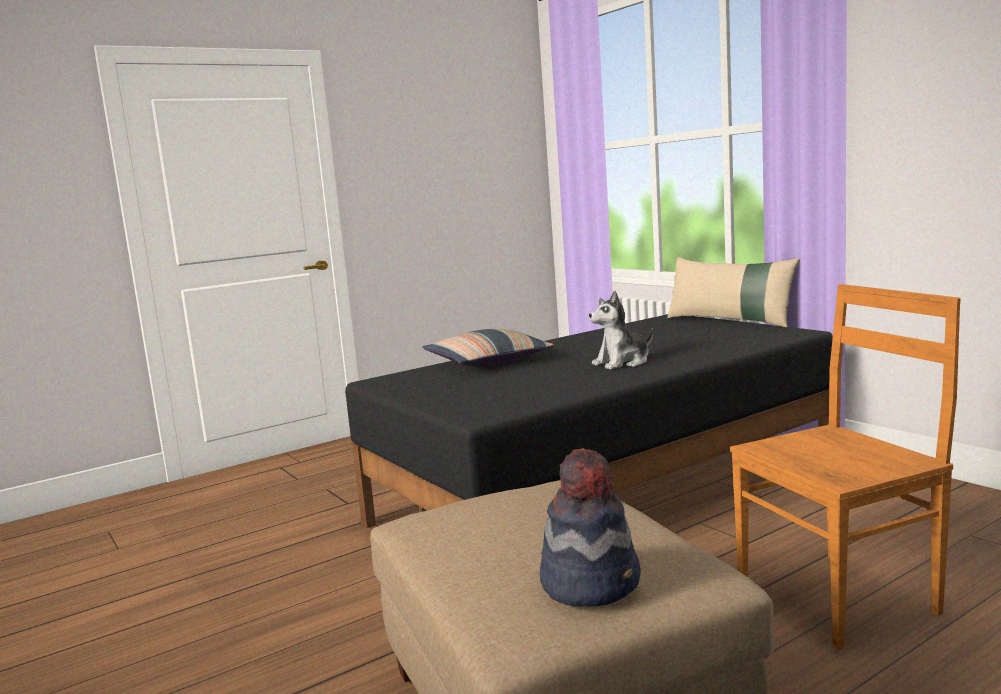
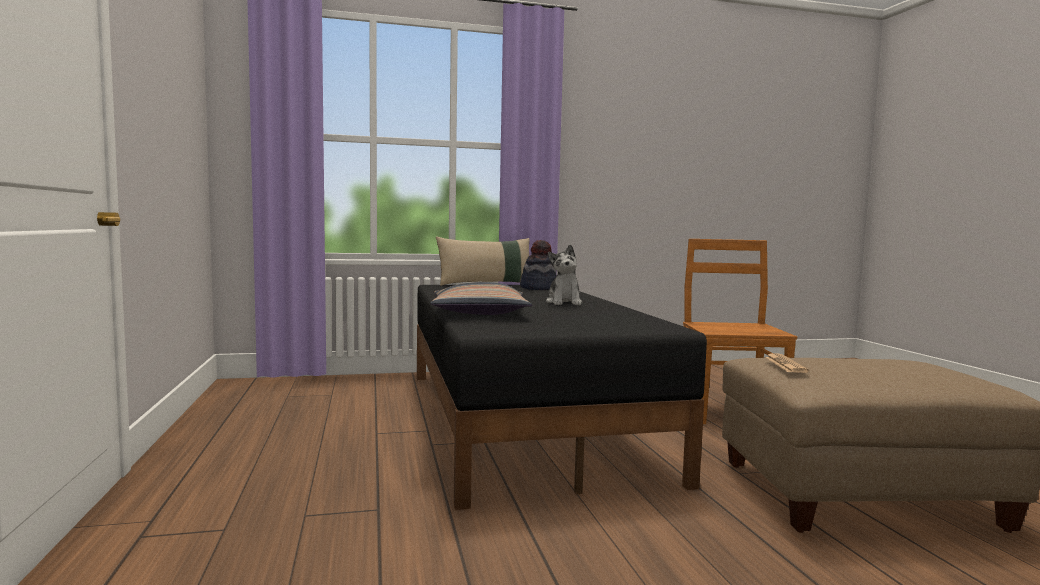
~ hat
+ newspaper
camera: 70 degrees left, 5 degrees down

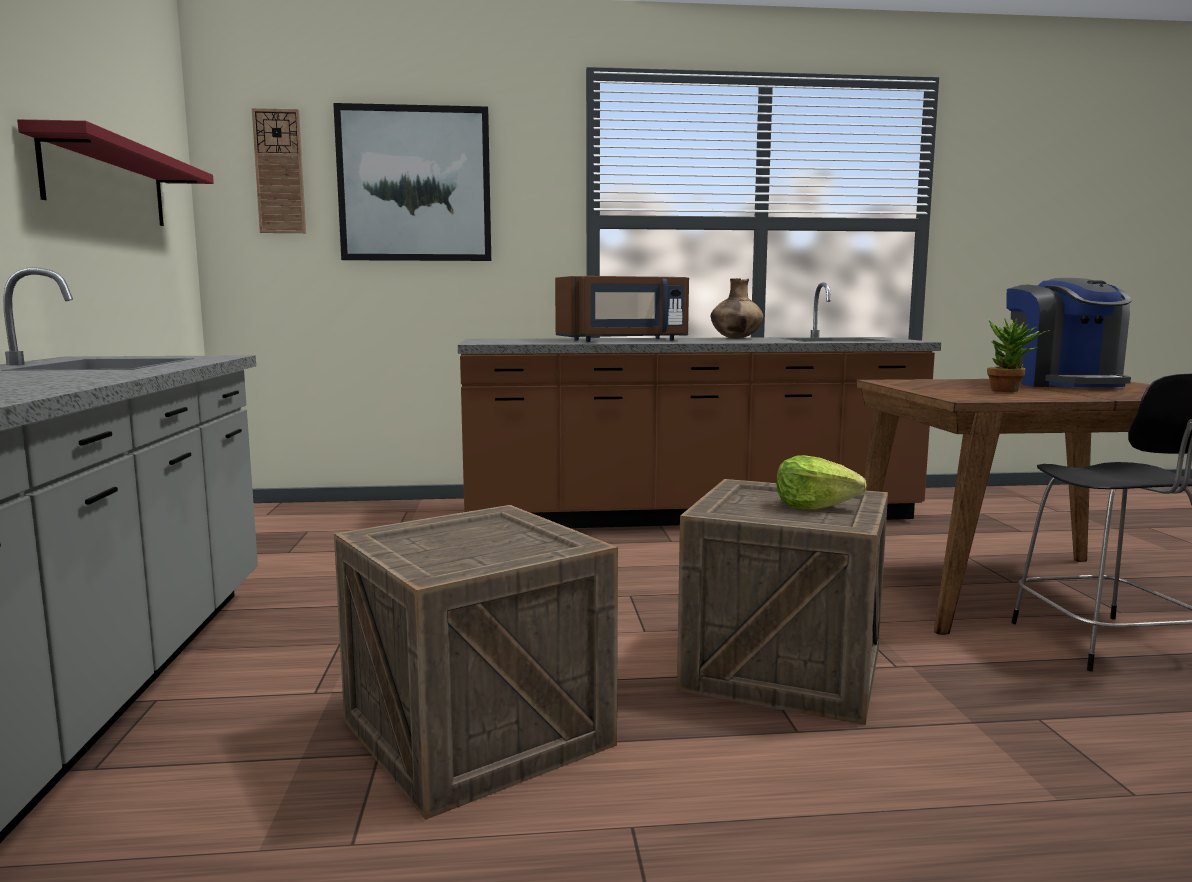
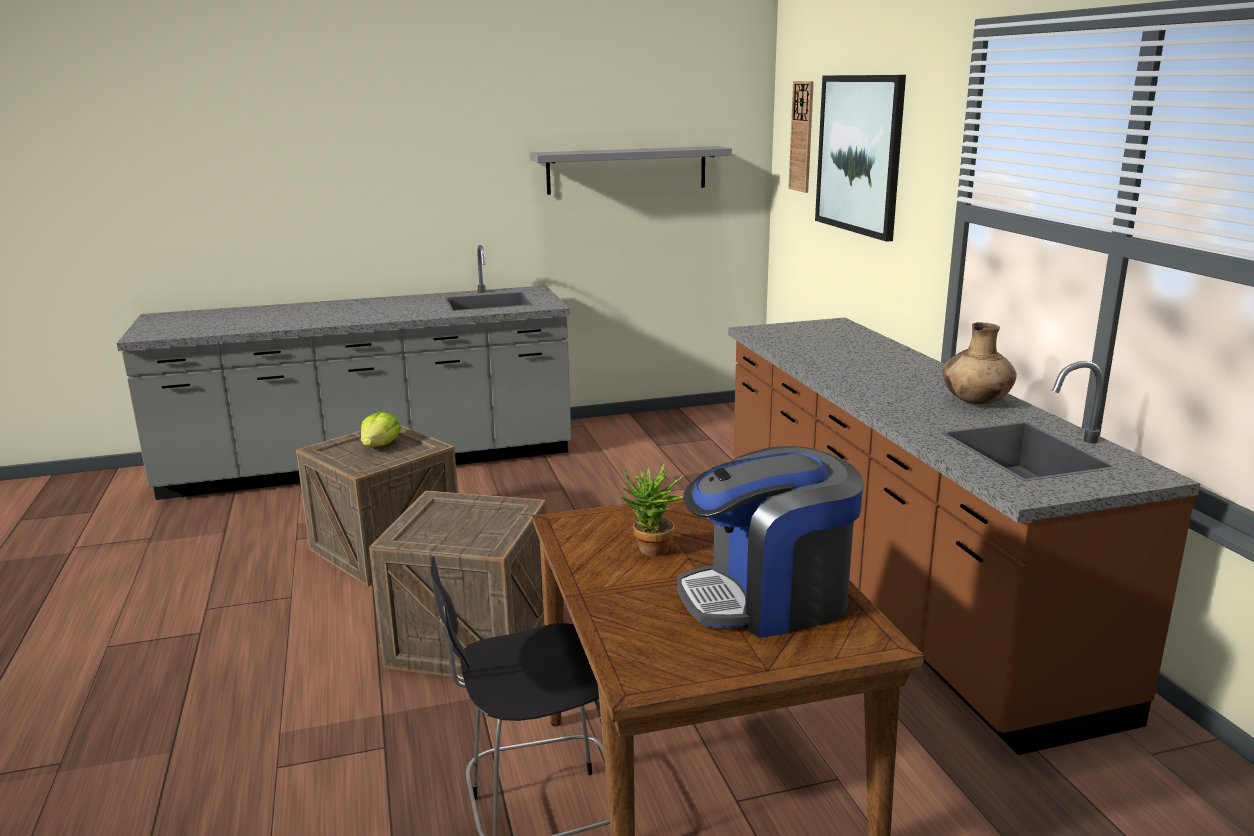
~ red-coloured_wall_shelf to greyish_wall_shelf
- brownish_microwave
~ lettuce
camera: 80 degrees right, 10 degrees up

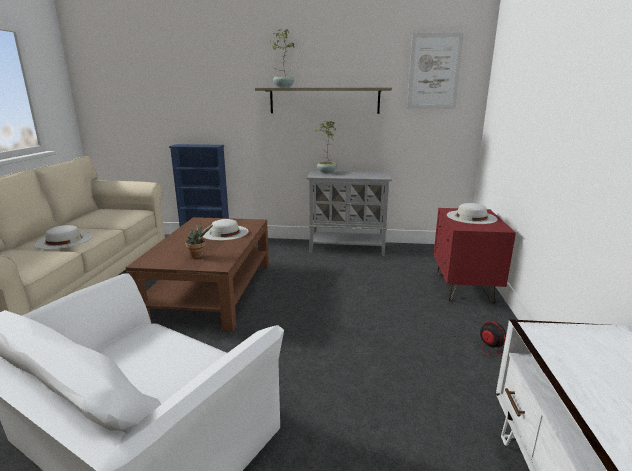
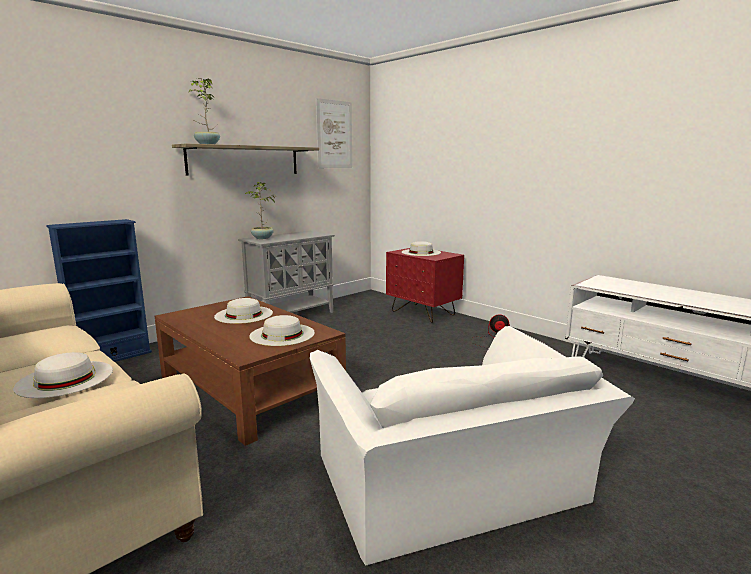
~ plant_in_a_pot (no. 1 from left) to white_hat (no. 3 from left)
camera: 50 degrees left, 5 degrees down

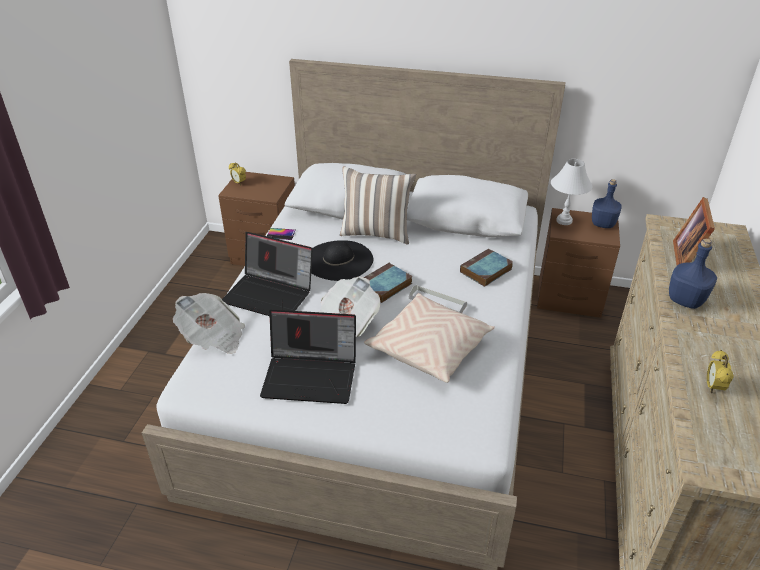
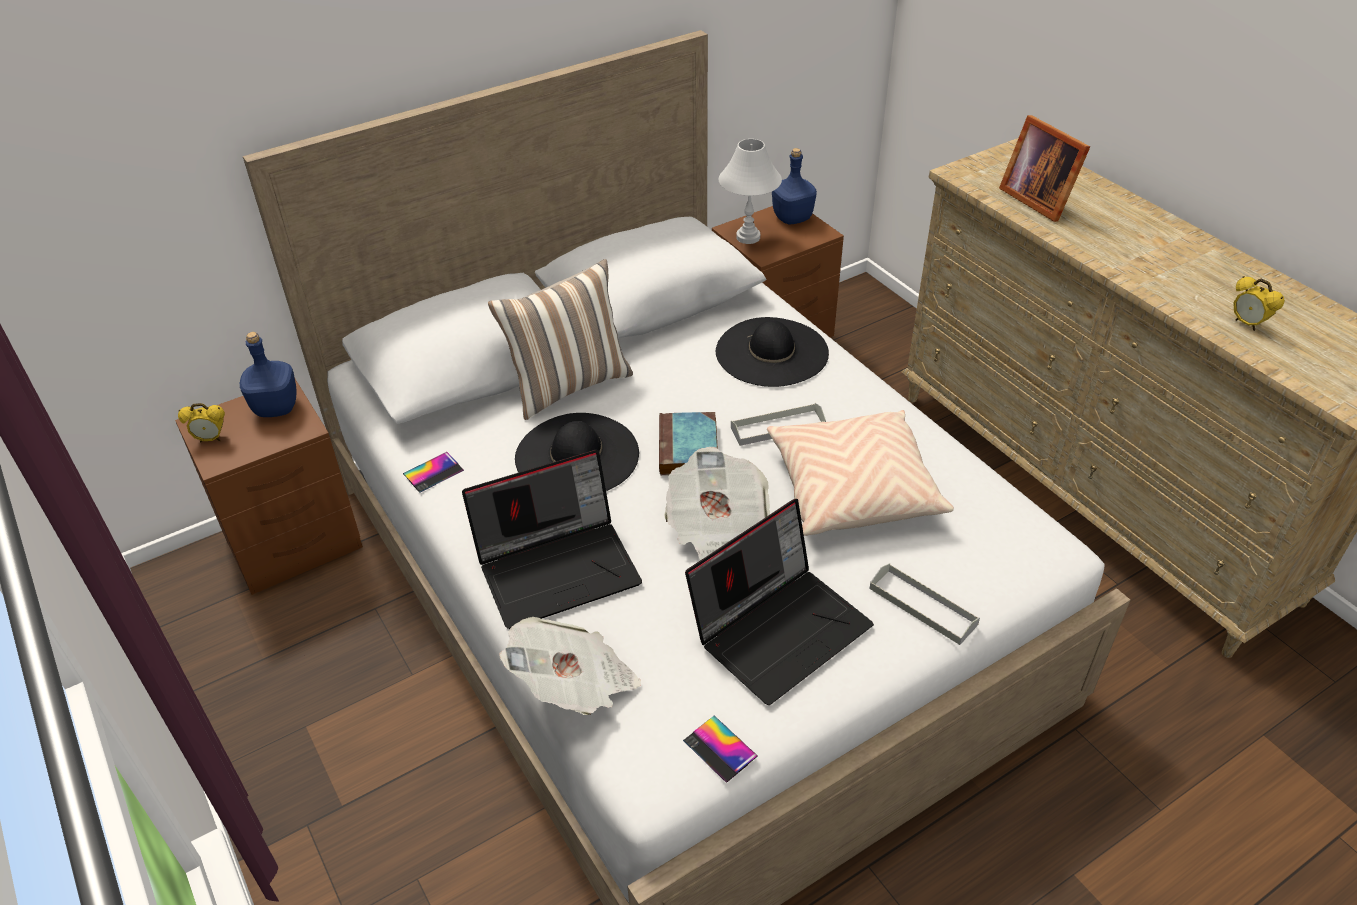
~ book (no. 2 from left) to black_hat (no. 2 from left)
~ blue_beverage_bottle (no. 2 from left in the first image) to blue_beverage_bottle (no. 1 from left)
+ telephone (no. 2 from left)
+ greyish_tray (no. 2 from left)
camera: 45 degrees left, 5 degrees up

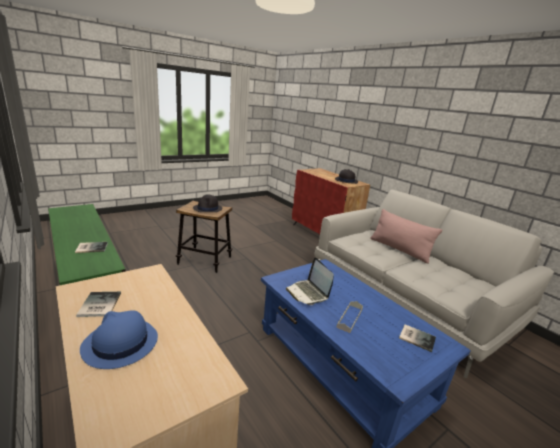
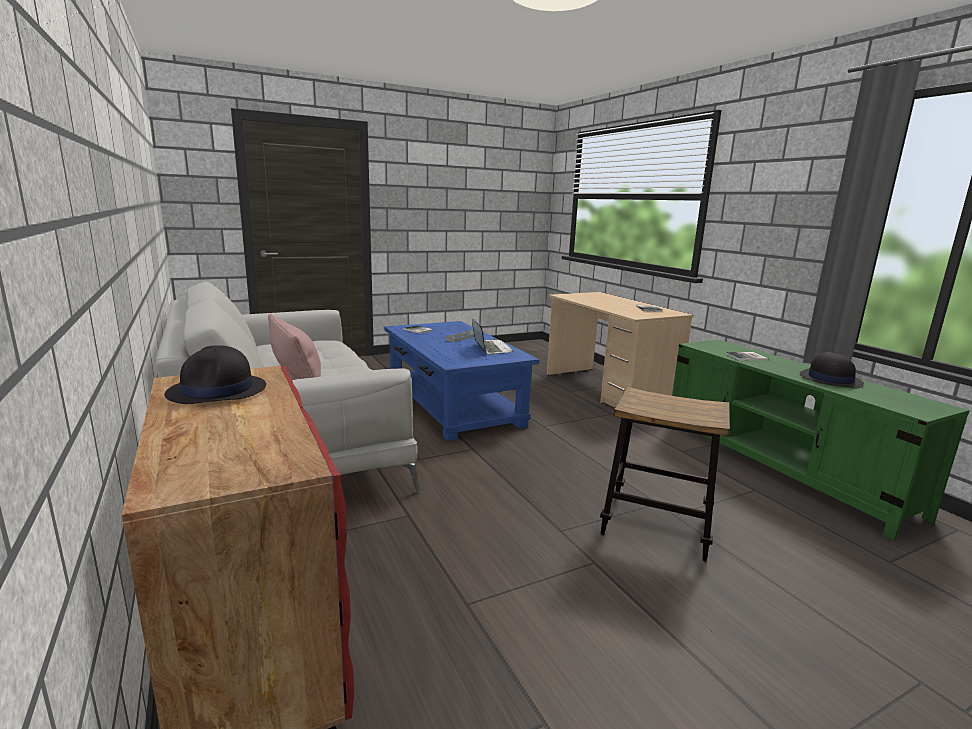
- blue_hat
~ black_hat (no. 1 from left in the first image) to black_hat (no. 2 from left)
camera: 170 degrees left, 5 degrees down

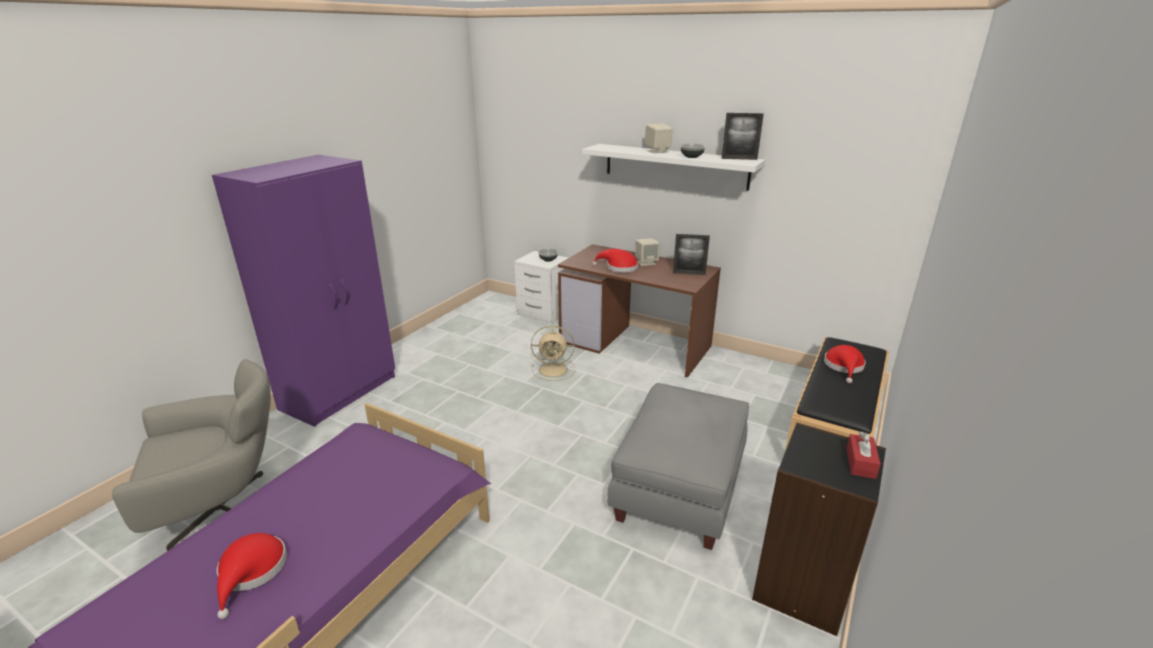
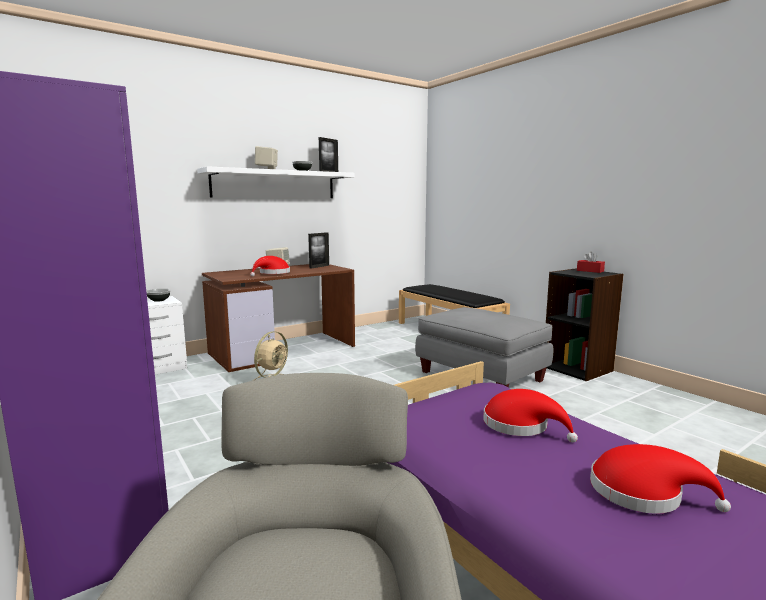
~ red-coloured_hat (no. 3 from left in the first image) to red-coloured_hat (no. 2 from left)
camera: 65 degrees left, 15 degrees down

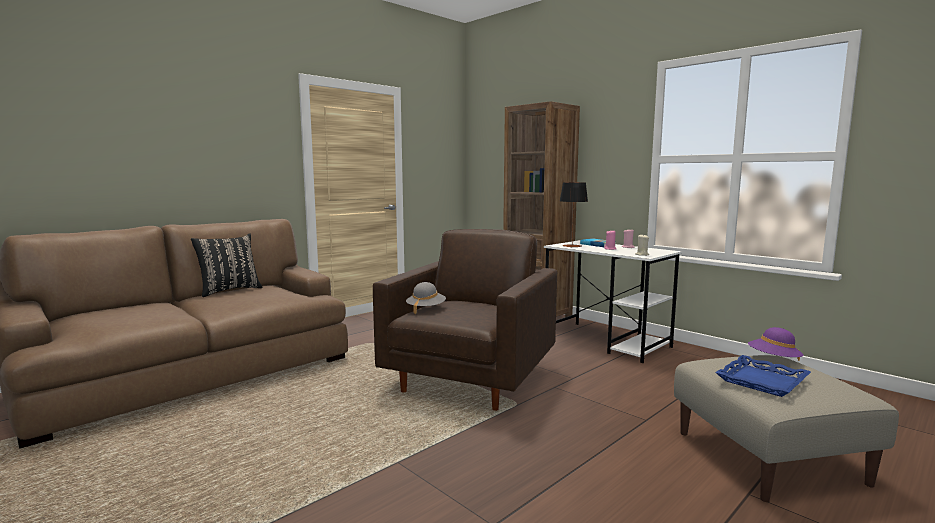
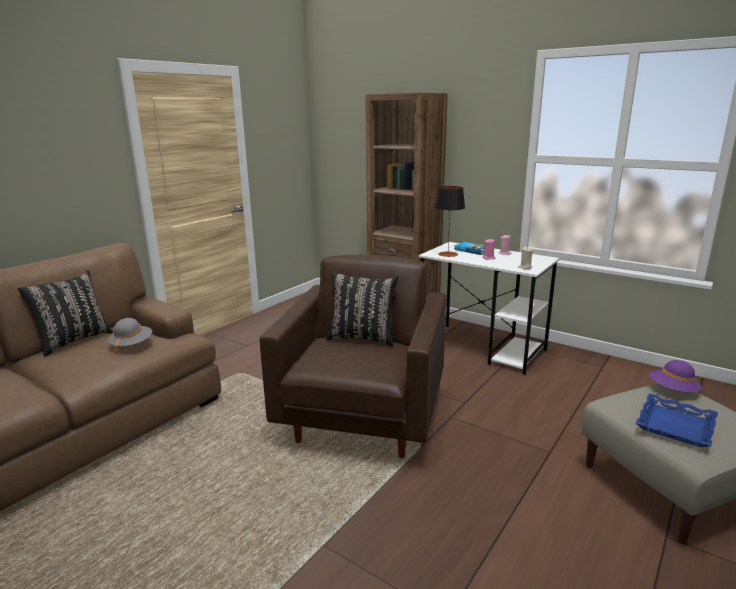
~ greyish_hat
+ black_pillow (no. 2 from left)
camera: 10 degrees left, 10 degrees up

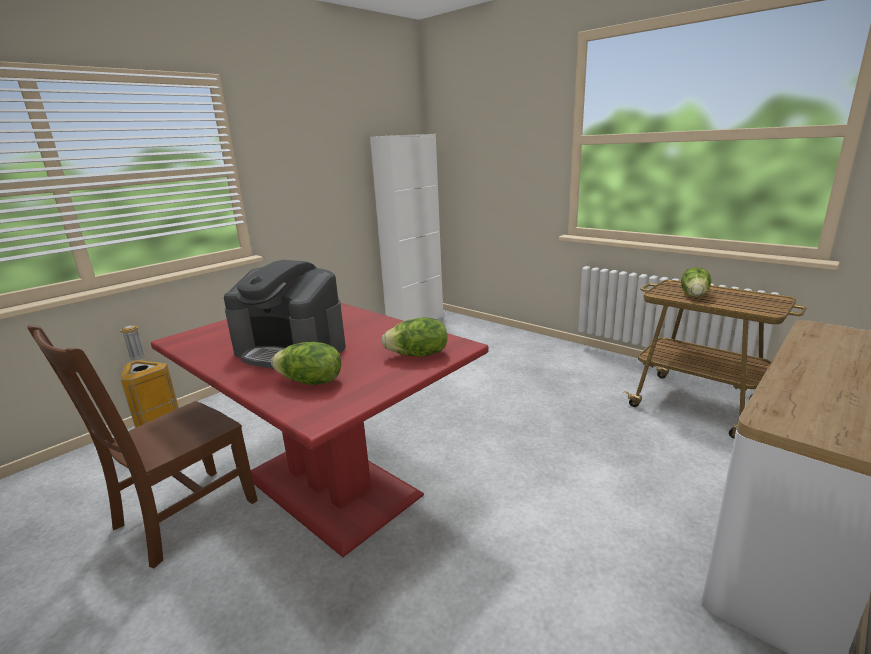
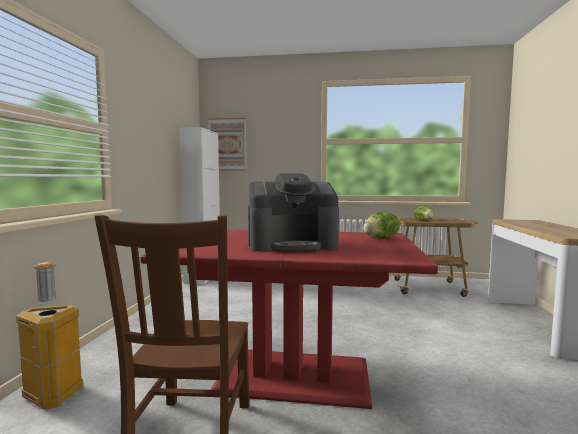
- lettuce (no. 1 from left)
+ picture
camera: 35 degrees left, 15 degrees down

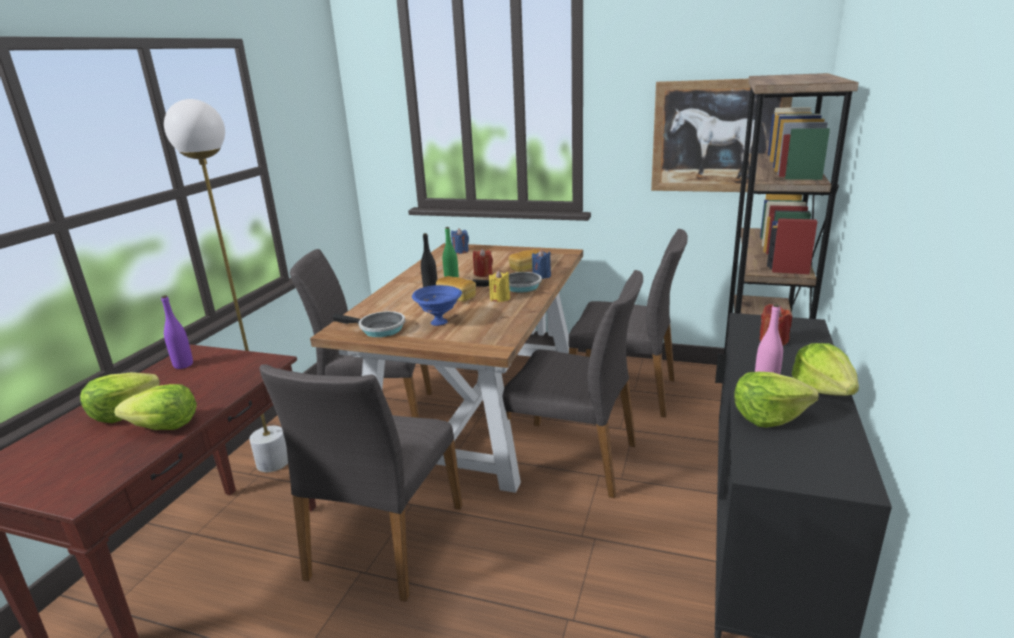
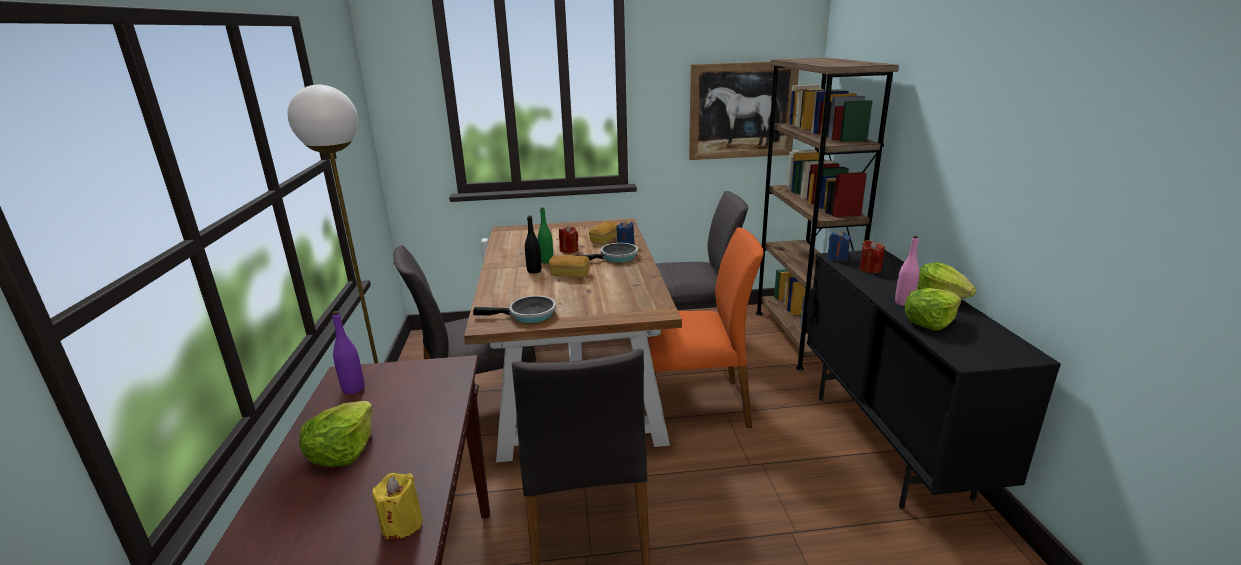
- lettuce (no. 2 from left)
- blue_serving_bowl
~ blue_wax_candle (no. 1 from left in the first image) to blue_wax_candle (no. 2 from left)
~ yellow_wax_candle
~ greyish_plain_chair (no. 3 from left) to orangey_plain_chair
camera: 25 degrees left, 0 degrees up

